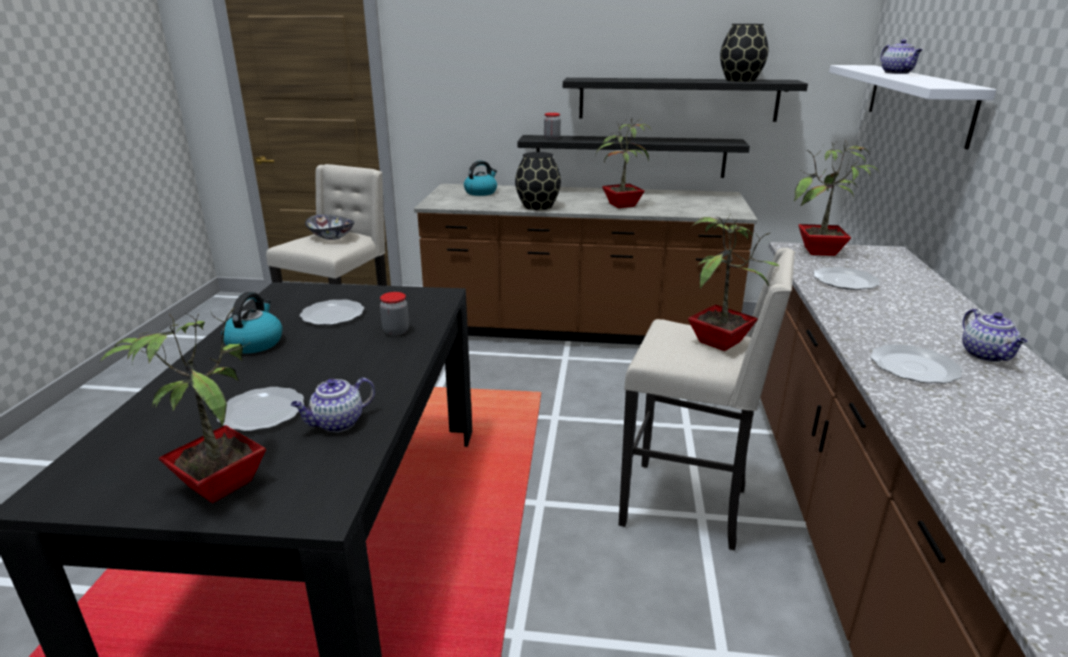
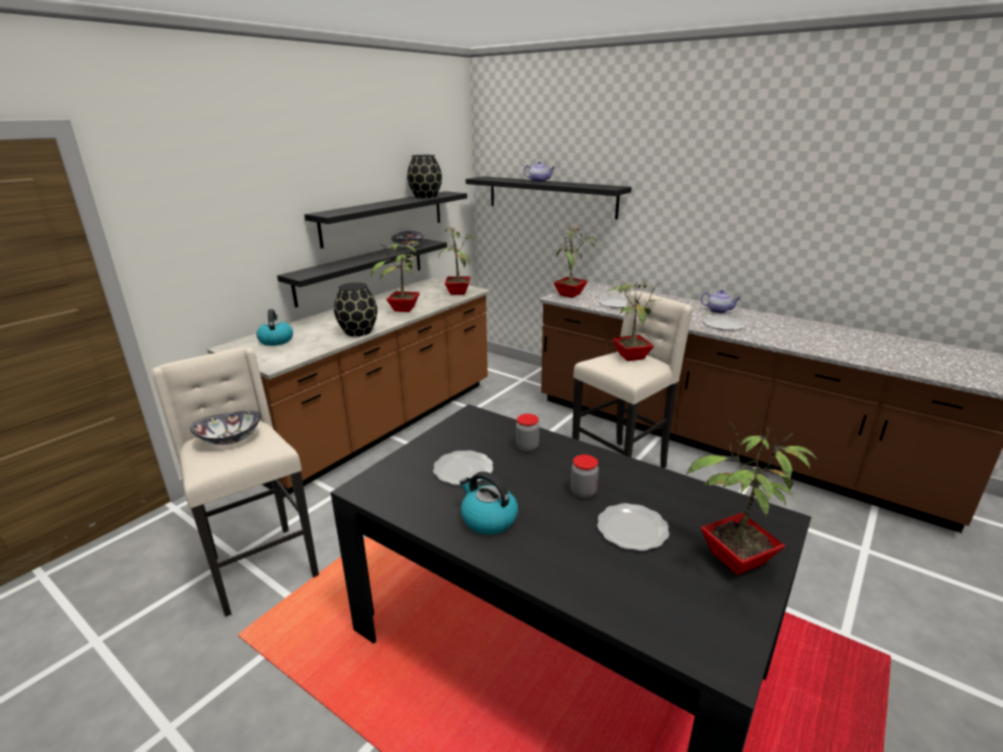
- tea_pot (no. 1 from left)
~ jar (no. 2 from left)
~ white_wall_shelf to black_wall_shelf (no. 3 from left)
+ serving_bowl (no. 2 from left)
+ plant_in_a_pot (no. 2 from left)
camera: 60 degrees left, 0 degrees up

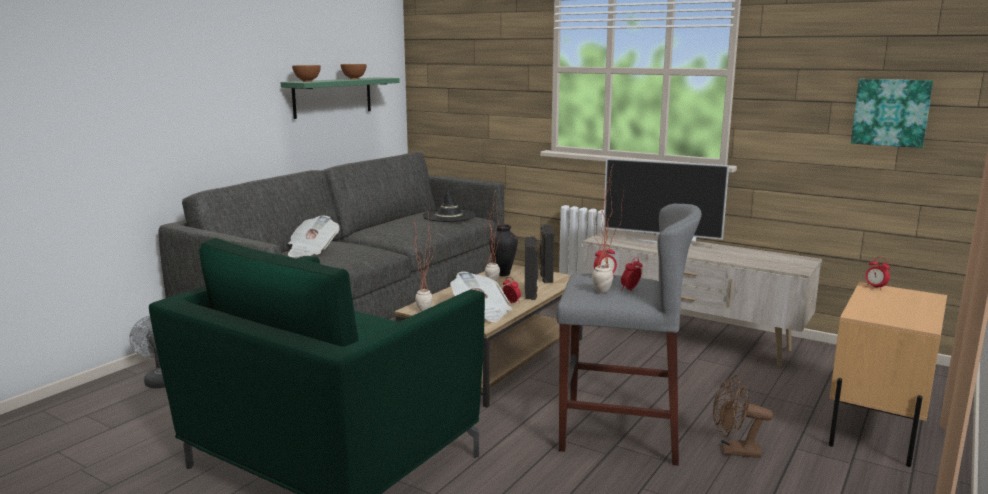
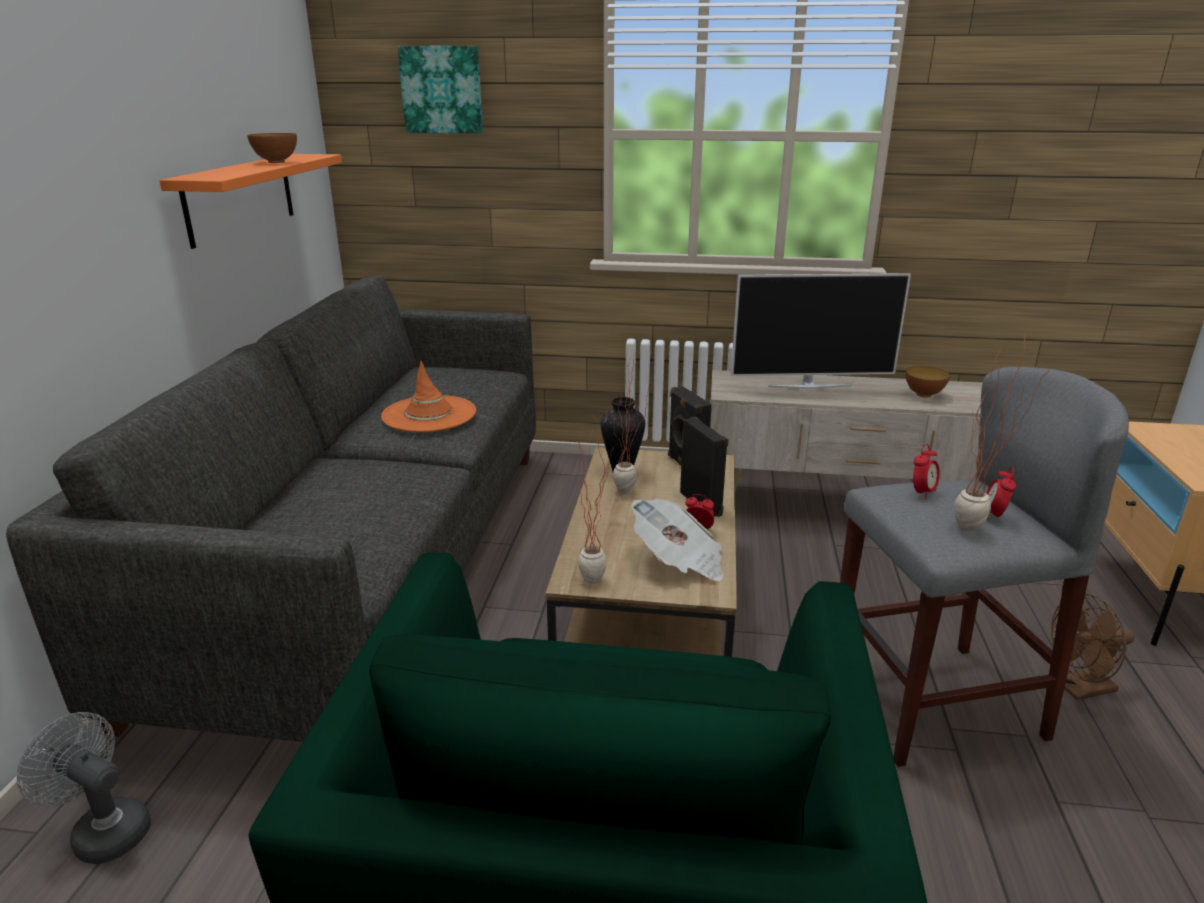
~ greenish_wall_shelf to orangey_wall_shelf
- newspaper (no. 1 from left)
~ serving_bowl (no. 1 from left in the first image) to serving_bowl (no. 2 from left)
- black_hat
~ picture
- bedside_clock (no. 4 from left)
+ orangey_hat
camera: 25 degrees left, 10 degrees up

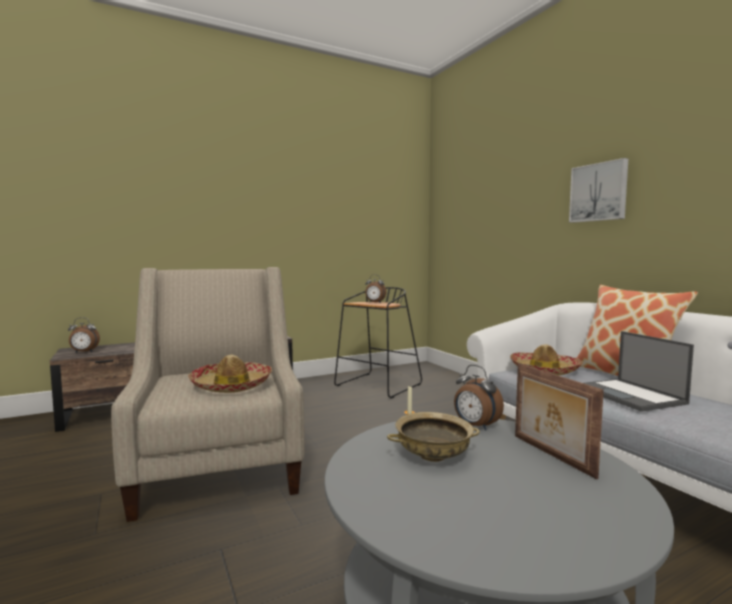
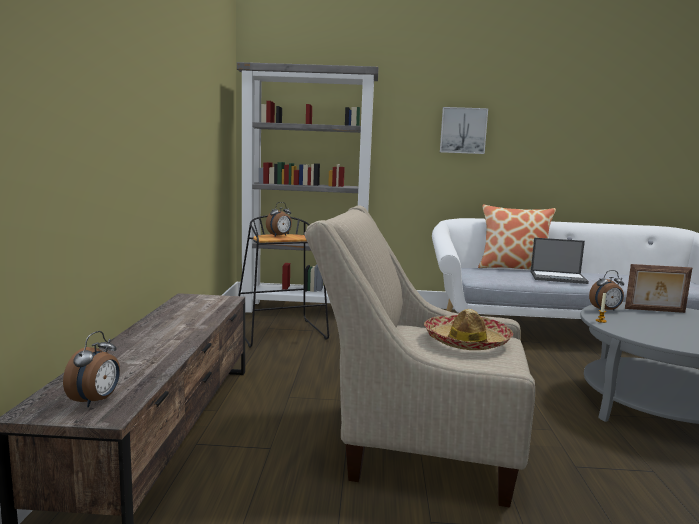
- beige-coloured_serving_bowl
- hat (no. 2 from left)
+ greyish_bookshelf
camera: 60 degrees left, 5 degrees up

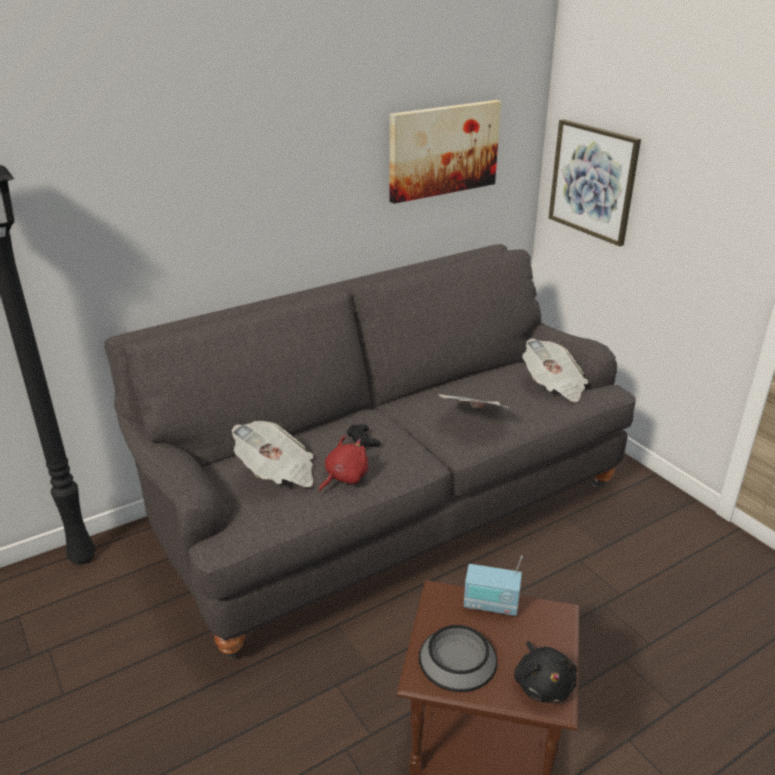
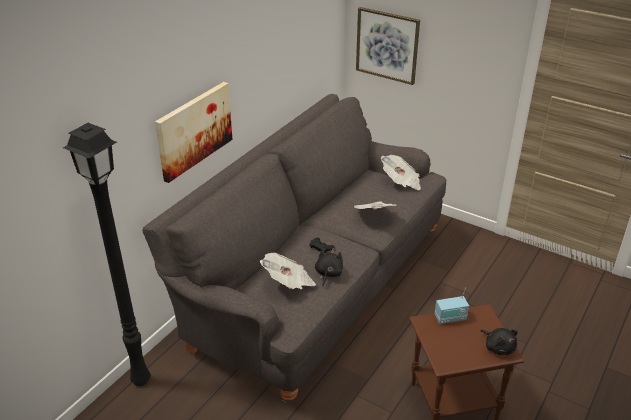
~ red-coloured_plush_toy to black_plush_toy (no. 1 from left)
~ picture (no. 1 from left)
- serving_bowl
camera: 25 degrees left, 5 degrees up

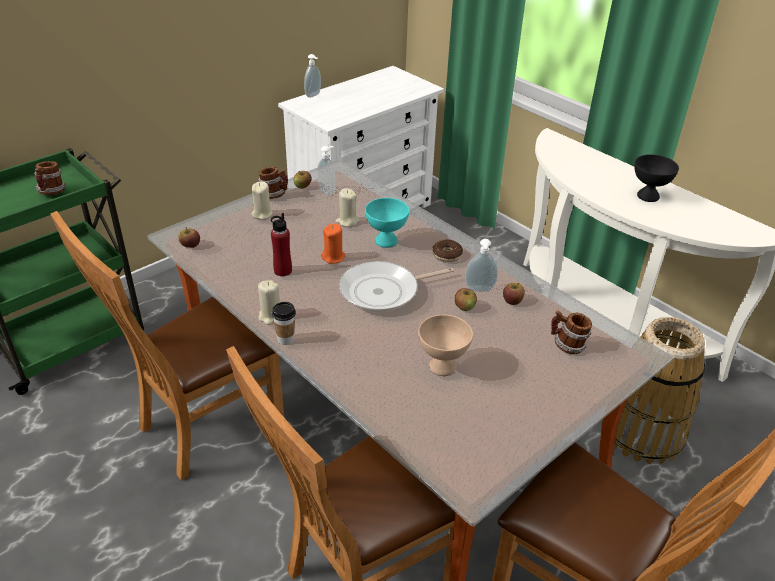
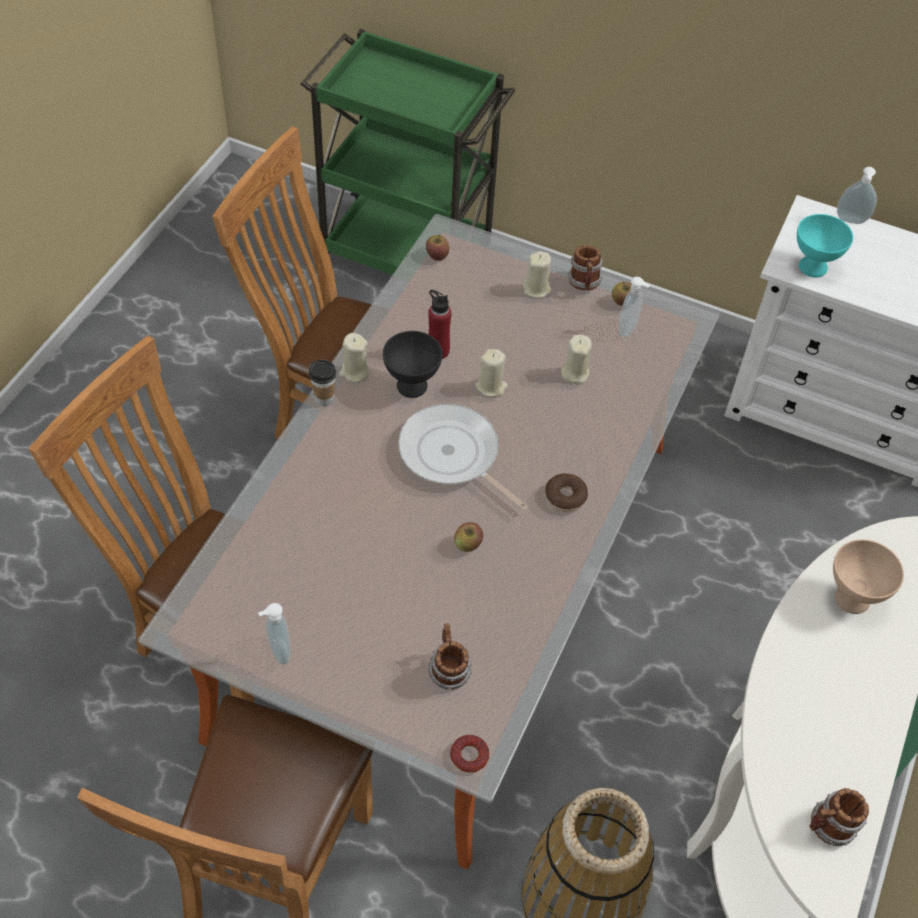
~ mug (no. 1 from left in the first image) to mug (no. 3 from left)
~ orangey_wax_candle to beige-coloured_wax_candle (no. 2 from left)
~ turquoise_serving_bowl
~ beige-coloured_serving_bowl
~ soap_dispenser (no. 3 from left in the first image) to soap_dispenser (no. 1 from left)
- apple_fruit (no. 4 from left)
~ black_serving_bowl
+ doughnut (no. 1 from left)
camera: 65 degrees right, 15 degrees up

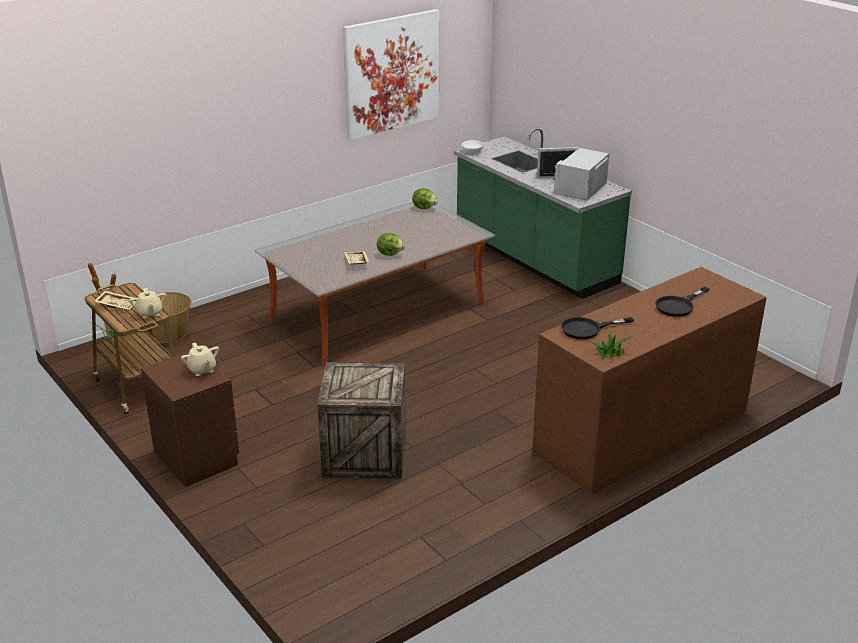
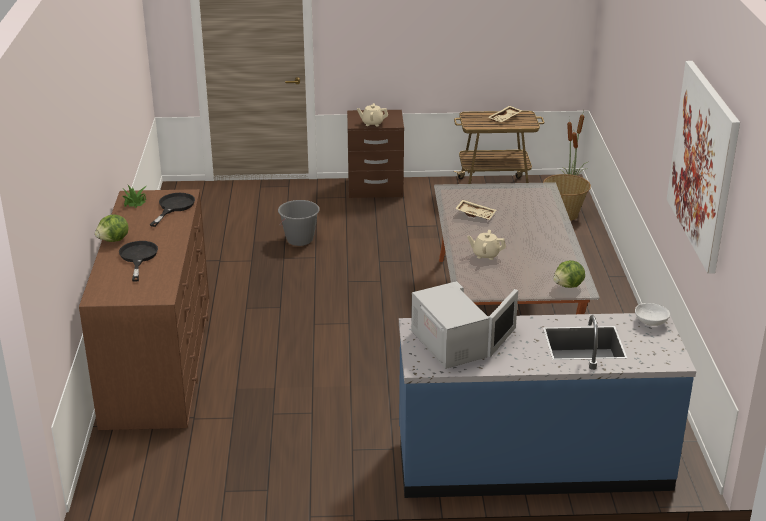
~ beige-coloured_tea_pot (no. 1 from left in the first image) to beige-coloured_tea_pot (no. 2 from left)
~ shipping_crate to greyish_pail
~ lettuce (no. 1 from left)
~ greenish_kitchen_counter to blue_kitchen_counter
camera: 125 degrees right, 0 degrees up

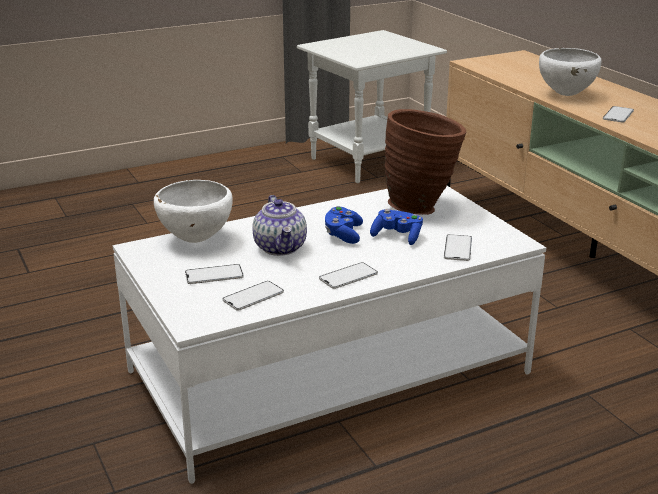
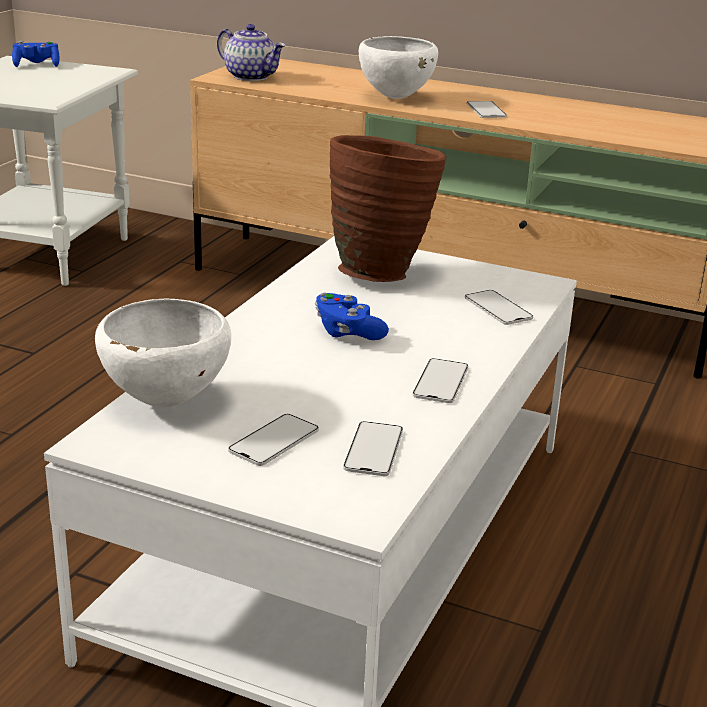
~ tea_pot
~ blue_gamepad (no. 2 from left in the first image) to blue_gamepad (no. 1 from left)
camera: 40 degrees left, 0 degrees up

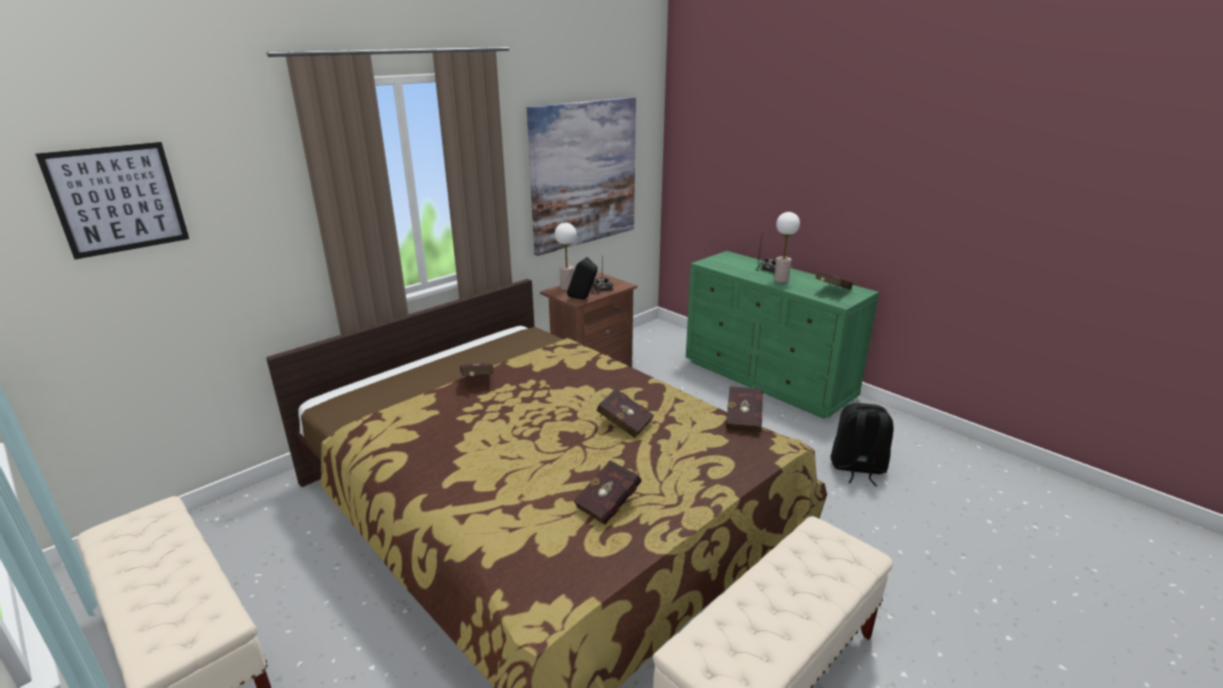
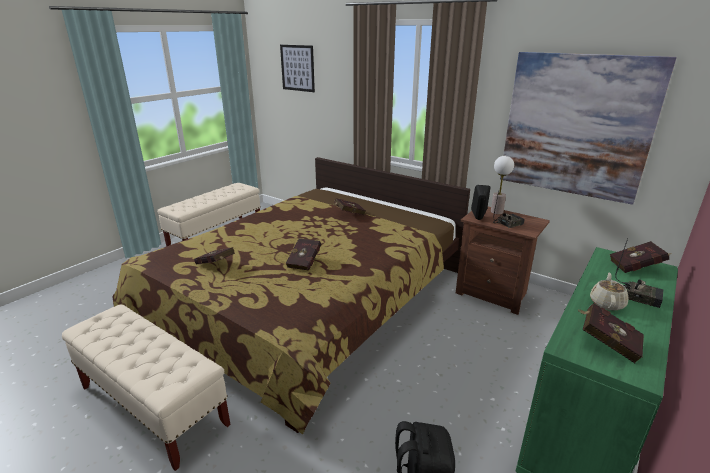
~ red-coloured_book (no. 4 from left in the first image) to red-coloured_book (no. 5 from left)
~ lamp_for_a_table (no. 2 from left) to beige-coloured_tea_pot
camera: 80 degrees right, 0 degrees up

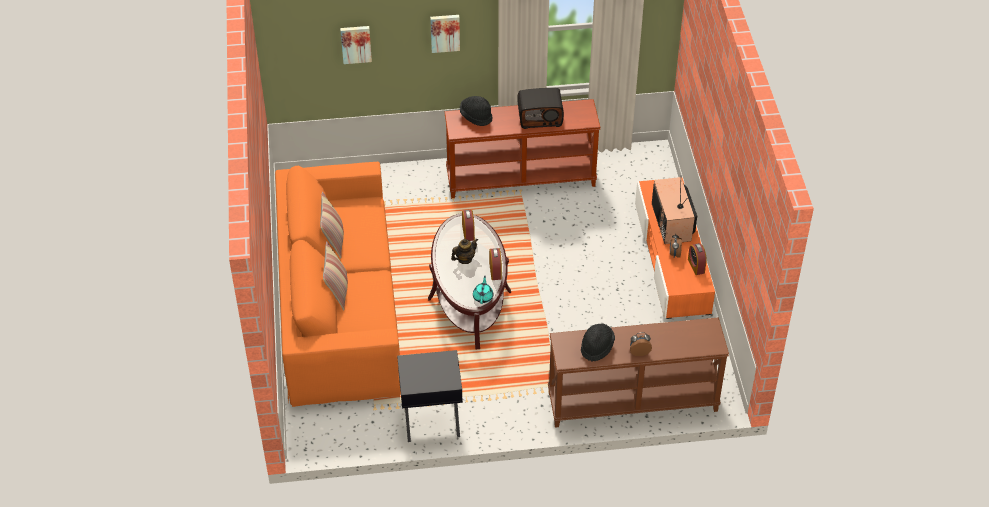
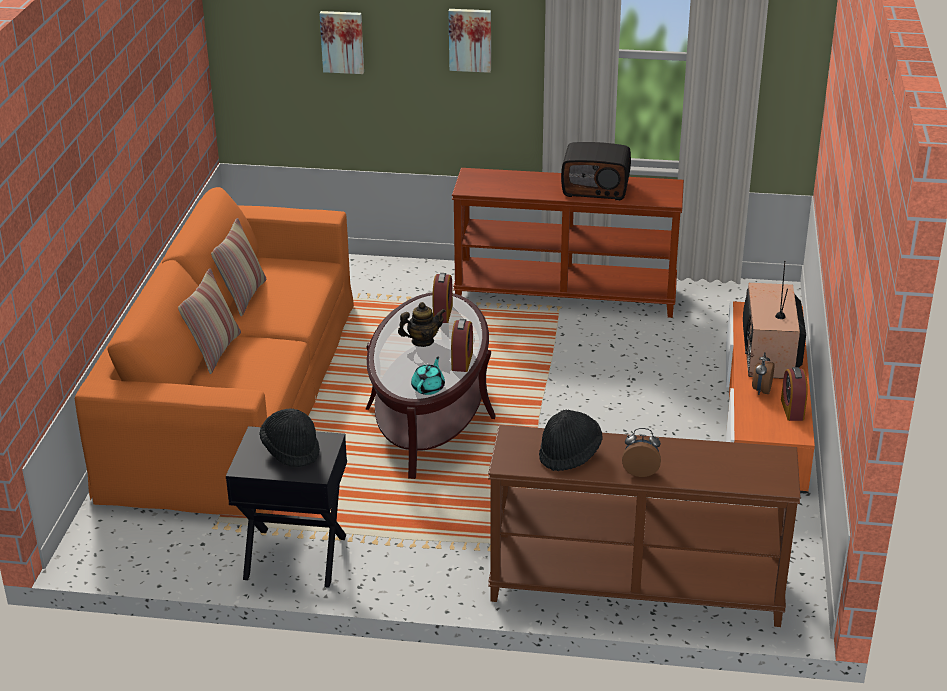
~ black_hat (no. 1 from left)
camera: 15 degrees right, 15 degrees down

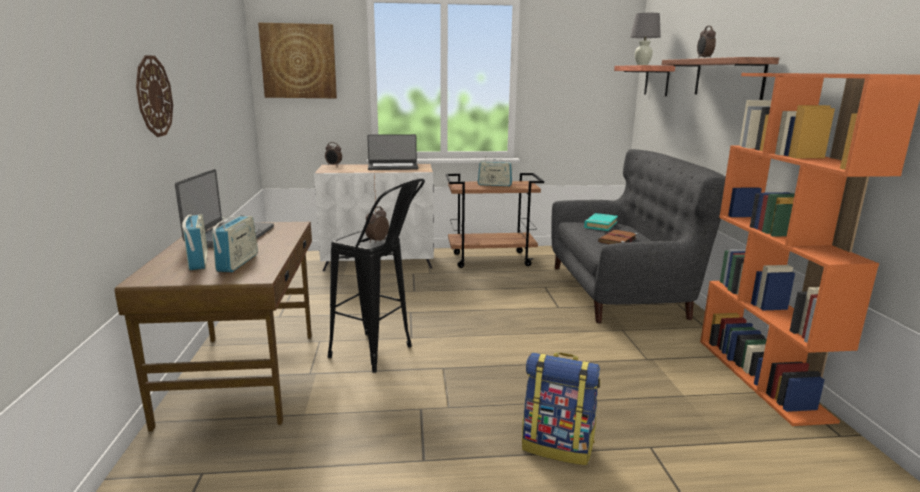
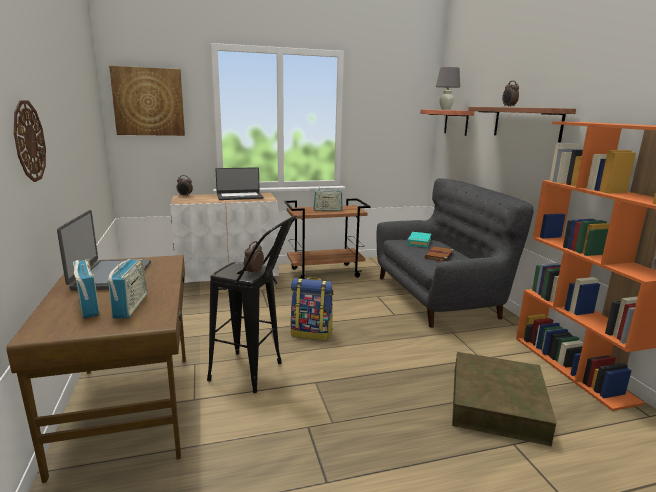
~ backpack
+ brownish_storage_bin
camera: 10 degrees left, 0 degrees up

